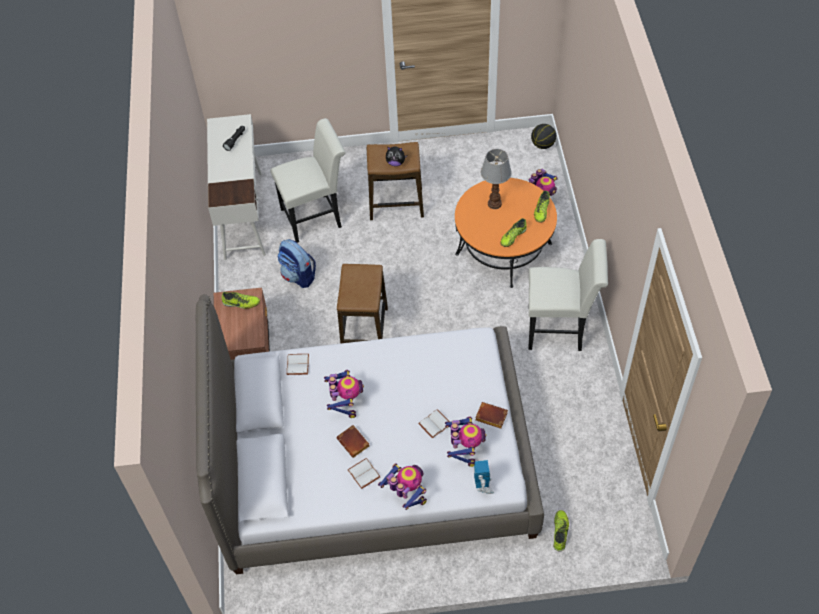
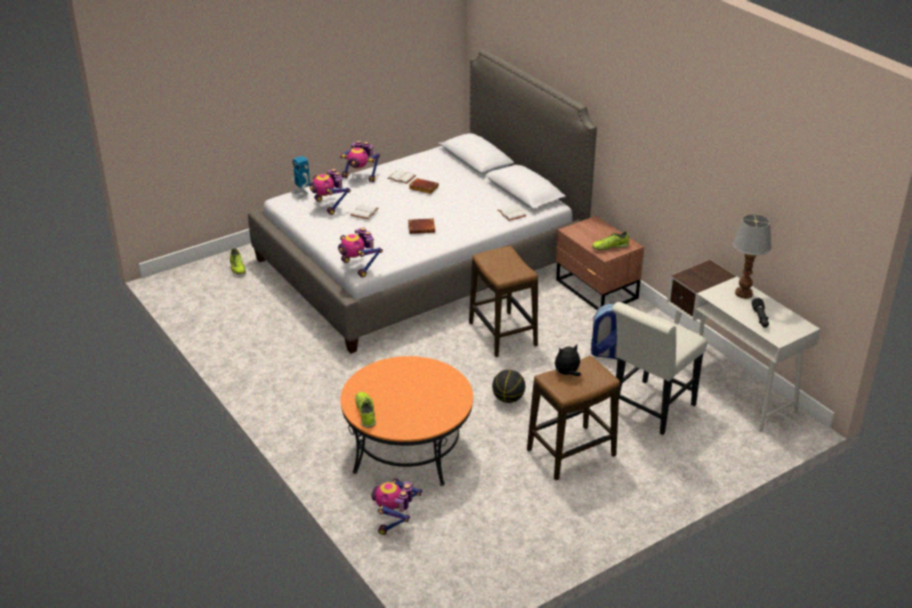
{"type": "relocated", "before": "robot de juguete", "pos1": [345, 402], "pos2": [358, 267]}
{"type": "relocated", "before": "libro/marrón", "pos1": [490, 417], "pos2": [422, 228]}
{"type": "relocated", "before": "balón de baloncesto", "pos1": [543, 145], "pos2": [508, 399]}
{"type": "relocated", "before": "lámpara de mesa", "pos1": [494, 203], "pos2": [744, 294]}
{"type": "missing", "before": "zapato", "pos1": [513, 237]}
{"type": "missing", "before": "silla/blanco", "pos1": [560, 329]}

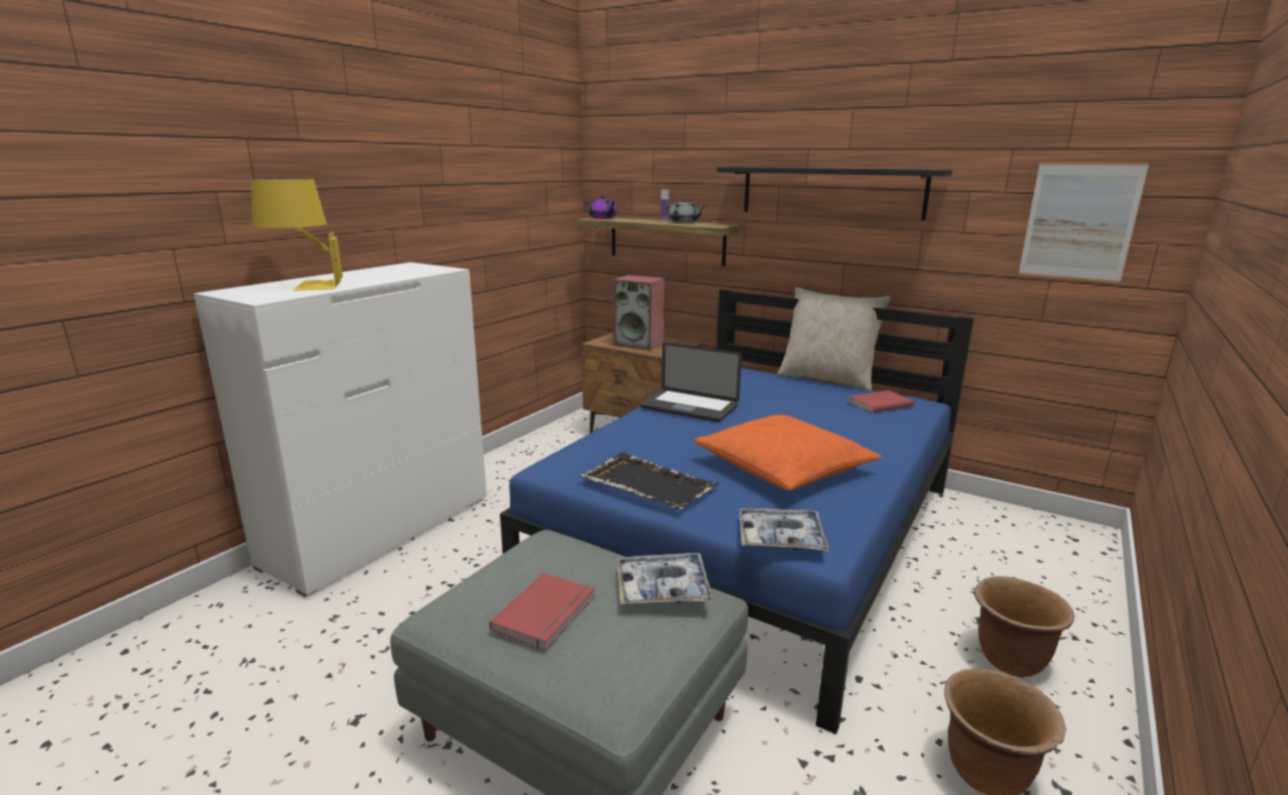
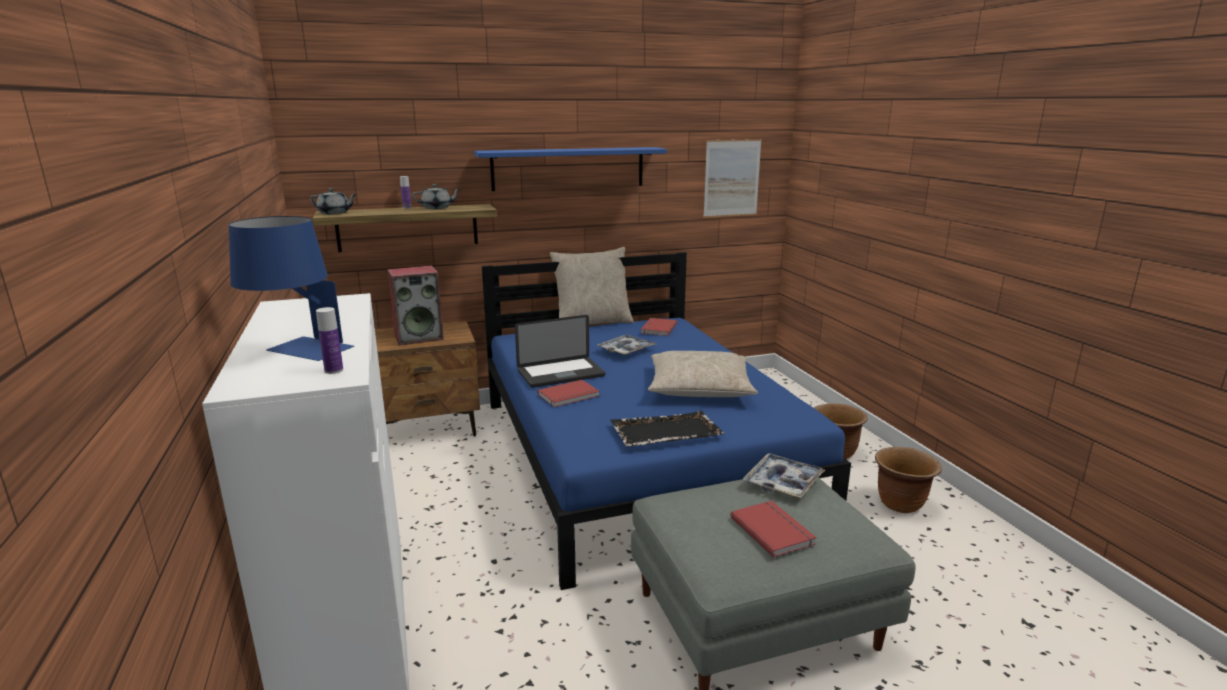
{"type": "colour", "before": "lámpara de mesa/amarillo", "after": "lámpara de mesa/azul", "pos1": [304, 285], "pos2": [297, 353]}
{"type": "colour", "before": "tetera/morado", "after": "tetera/gris", "pos1": [602, 218], "pos2": [334, 213]}
{"type": "appeared", "after": "botella", "pos2": [334, 370]}
{"type": "colour", "before": "estante/negro", "after": "estante/azul", "pos1": [831, 192], "pos2": [568, 168]}
{"type": "appeared", "after": "libro/rojo", "pos2": [569, 396]}
{"type": "relocated", "before": "bandeja", "pos1": [781, 538], "pos2": [626, 350]}
{"type": "colour", "before": "cojín/naranja", "after": "cojín/beis", "pos1": [783, 468], "pos2": [699, 387]}

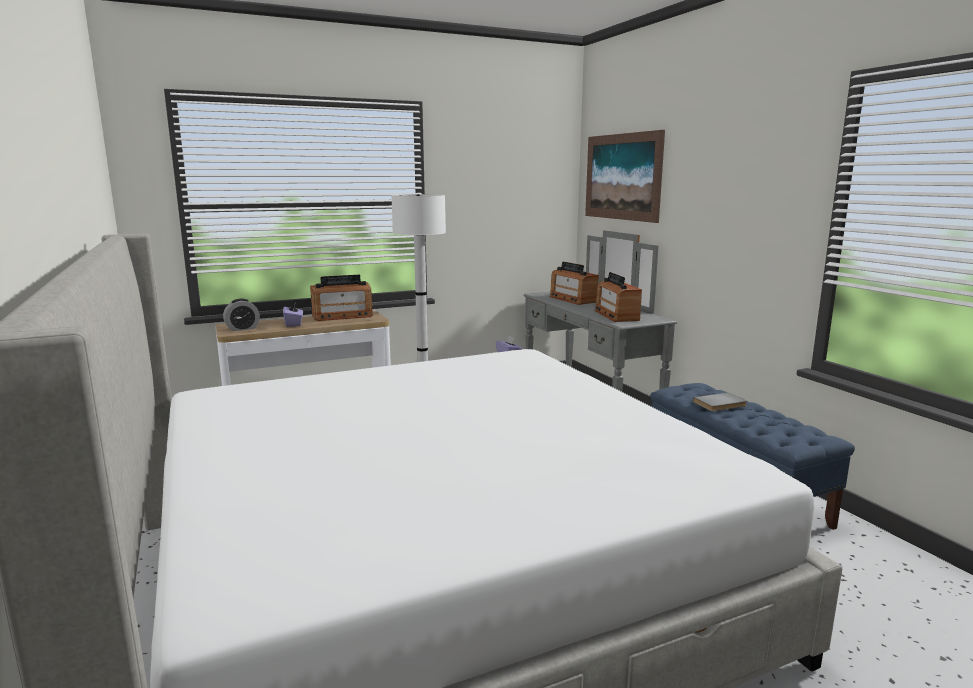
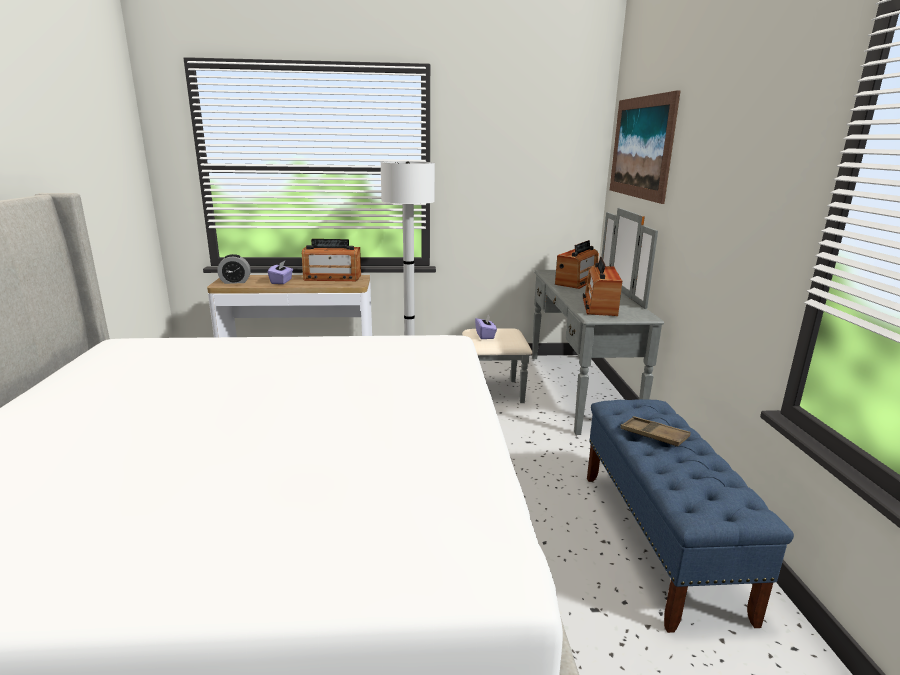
{"type": "spun", "before": "radio", "pos1": [572, 299], "pos2": [576, 281], "turn": -135}
{"type": "exchanged", "before": "libro/gris", "after": "bandeja/marrón", "pos1": [721, 404], "pos2": [653, 435]}

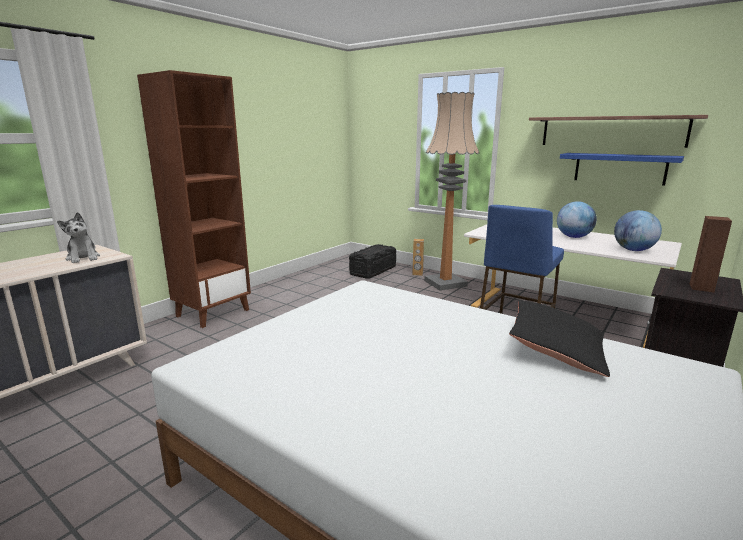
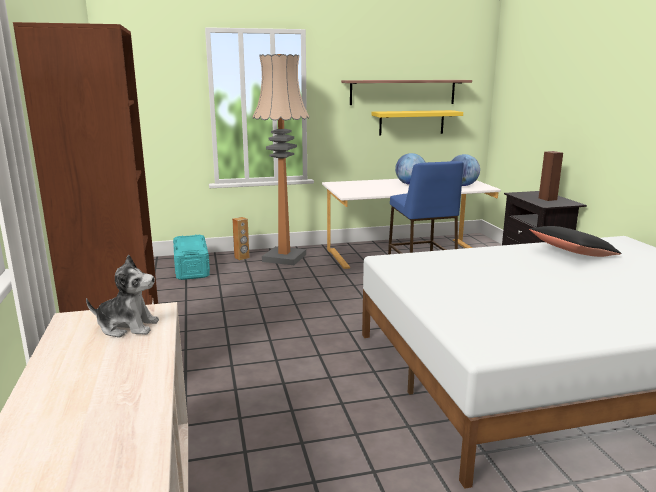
{"type": "colour", "before": "caja de almacenaje/negro", "after": "caja de almacenaje/turquesa", "pos1": [373, 270], "pos2": [192, 268]}
{"type": "colour", "before": "estante/azul", "after": "estante/amarillo", "pos1": [619, 168], "pos2": [411, 122]}

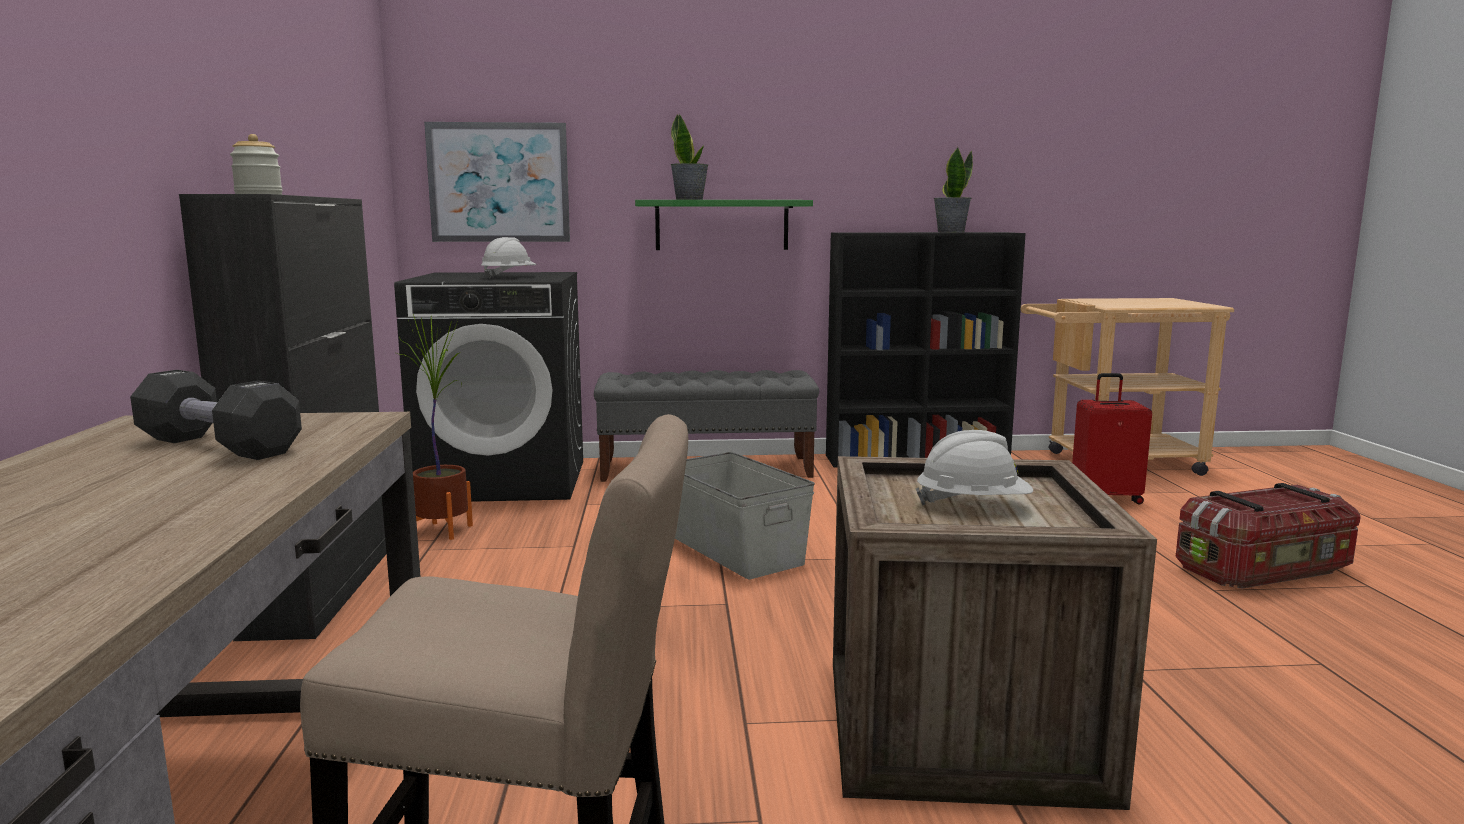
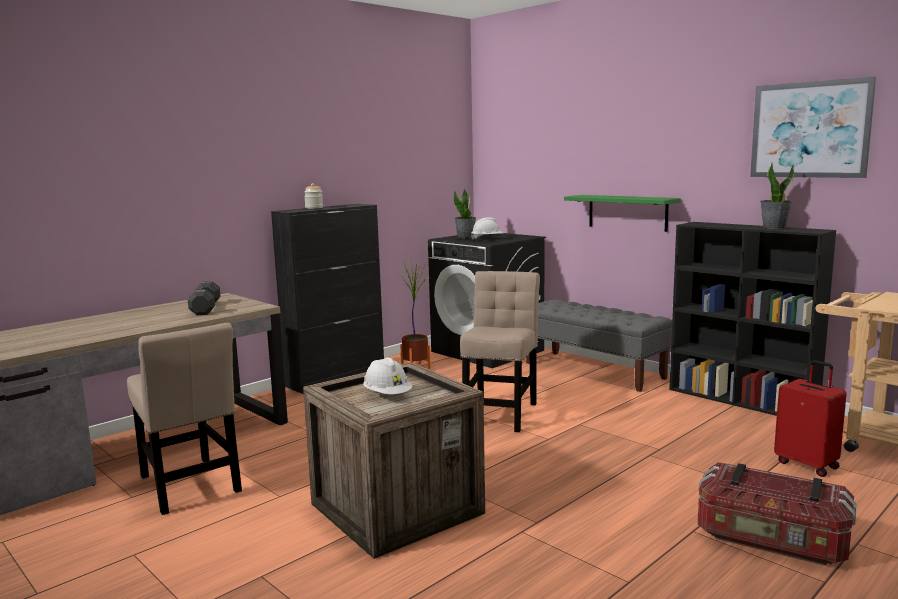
{"type": "relocated", "before": "planta en maceta", "pos1": [690, 199], "pos2": [465, 237]}
{"type": "exchanged", "before": "caja de almacenaje/gris", "after": "silla/beis", "pos1": [735, 549], "pos2": [500, 413]}
{"type": "relocated", "before": "cuadro", "pos1": [499, 182], "pos2": [809, 130]}

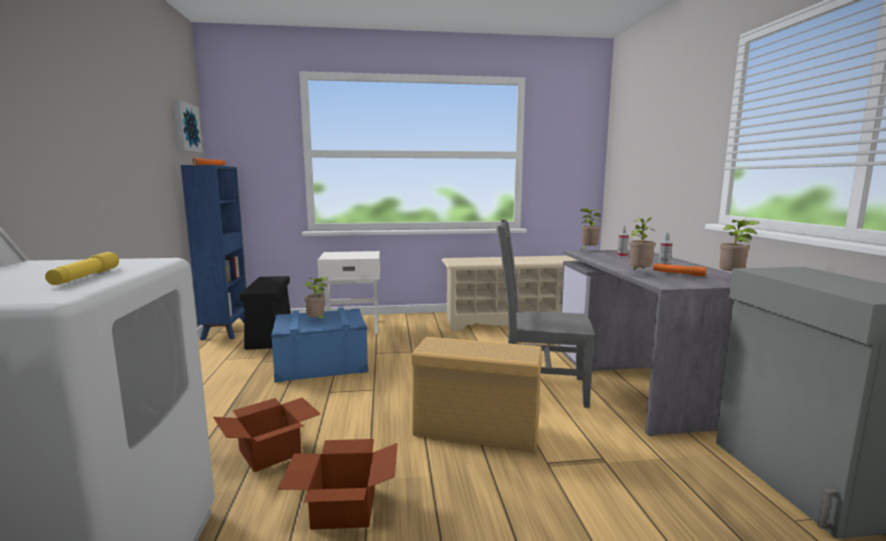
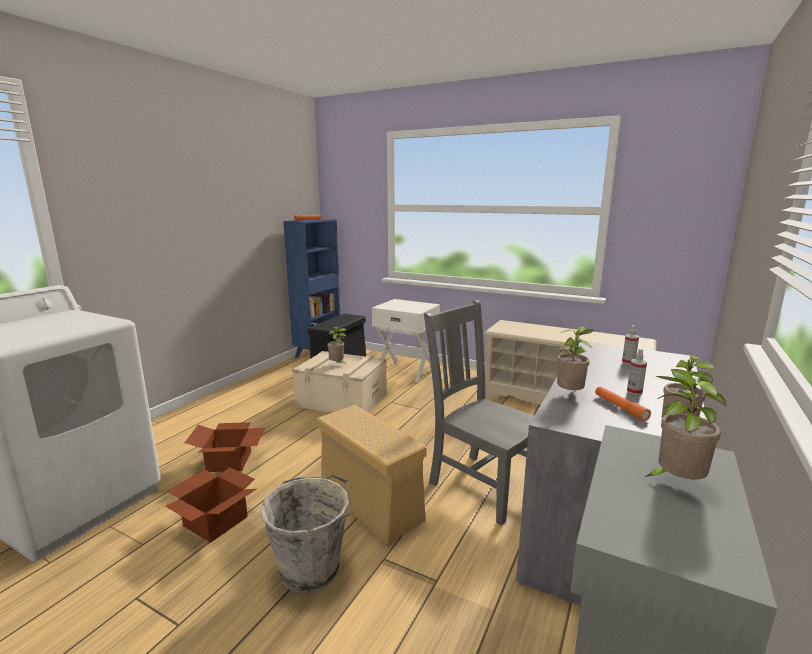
{"type": "appeared", "after": "cubo/gris", "pos2": [312, 568]}
{"type": "colour", "before": "caja de almacenaje/azul", "after": "caja de almacenaje/beis", "pos1": [321, 363], "pos2": [342, 400]}
{"type": "relocated", "before": "planta en maceta", "pos1": [588, 251], "pos2": [675, 482]}
{"type": "missing", "before": "linterna/amarillo", "pos1": [85, 277]}
{"type": "missing", "before": "cuadro", "pos1": [185, 127]}

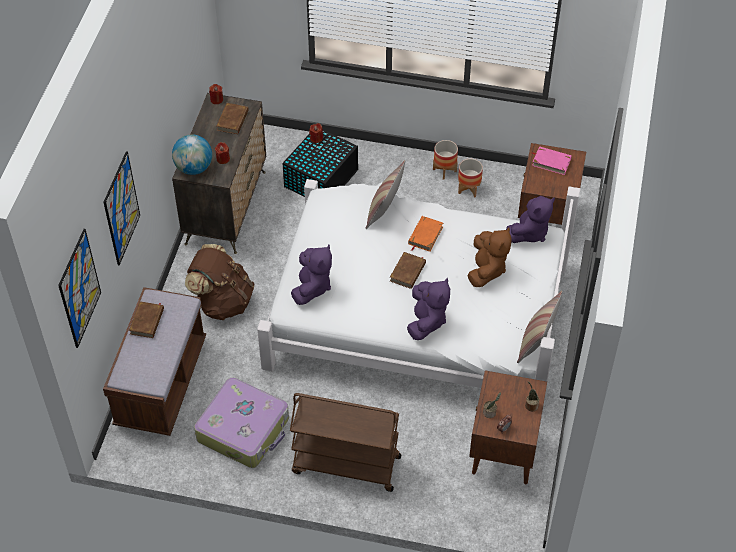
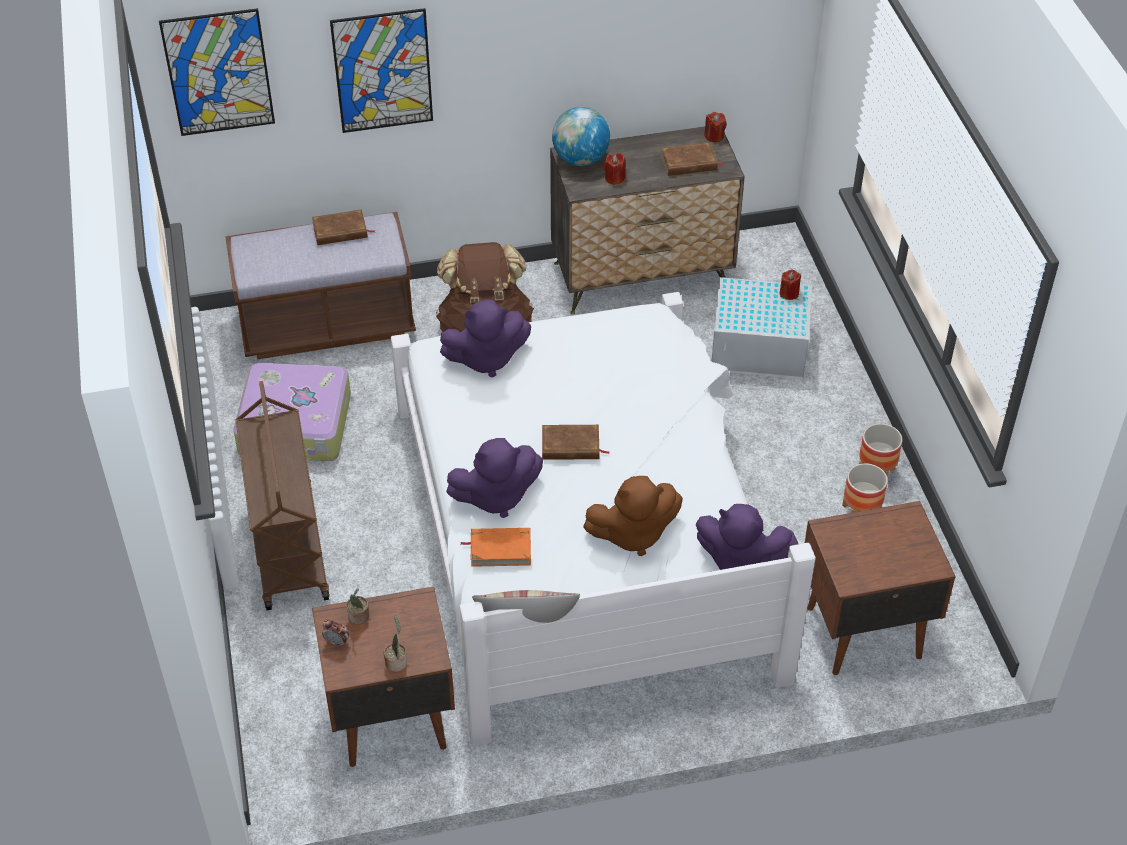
{"type": "relocated", "before": "libro/naranja", "pos1": [425, 235], "pos2": [500, 549]}
{"type": "colour", "before": "caja de almacenaje/negro", "after": "caja de almacenaje/blanco", "pos1": [322, 178], "pos2": [760, 348]}
{"type": "missing", "before": "cojín", "pos1": [384, 211]}
{"type": "missing", "before": "libro/rosa", "pos1": [551, 162]}

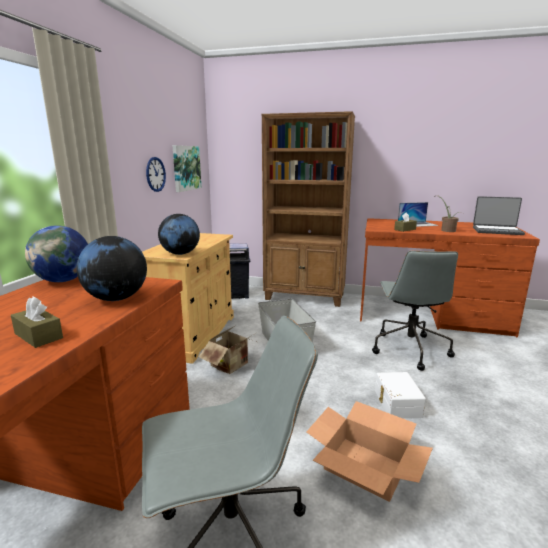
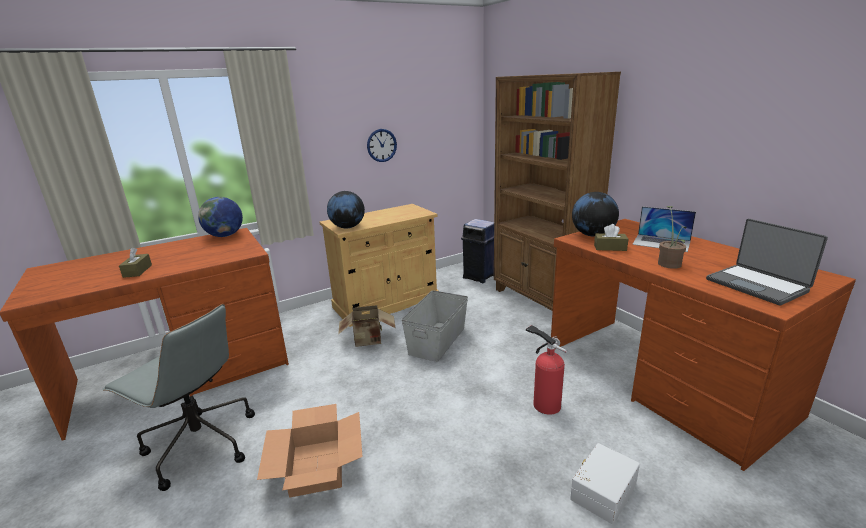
{"type": "exchanged", "before": "silla de oficina/gris", "after": "extintor", "pos1": [409, 349], "pos2": [544, 403]}
{"type": "relocated", "before": "caja de almacenaje/blanco", "pos1": [396, 403], "pos2": [602, 490]}
{"type": "relocated", "before": "globo terráqueo", "pos1": [116, 298], "pos2": [593, 235]}
{"type": "missing", "before": "cuadro", "pos1": [186, 168]}

